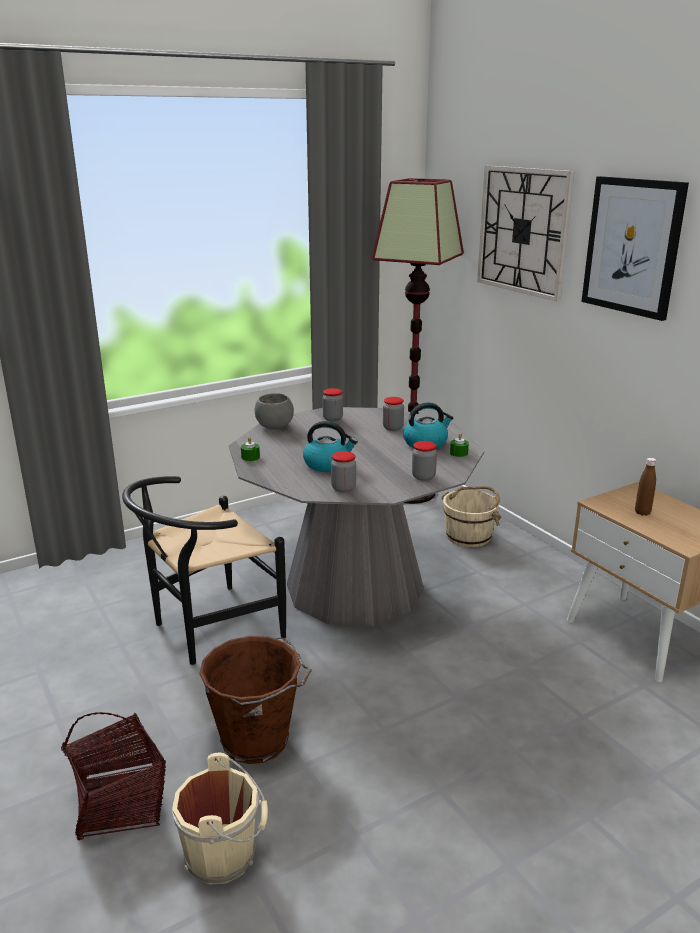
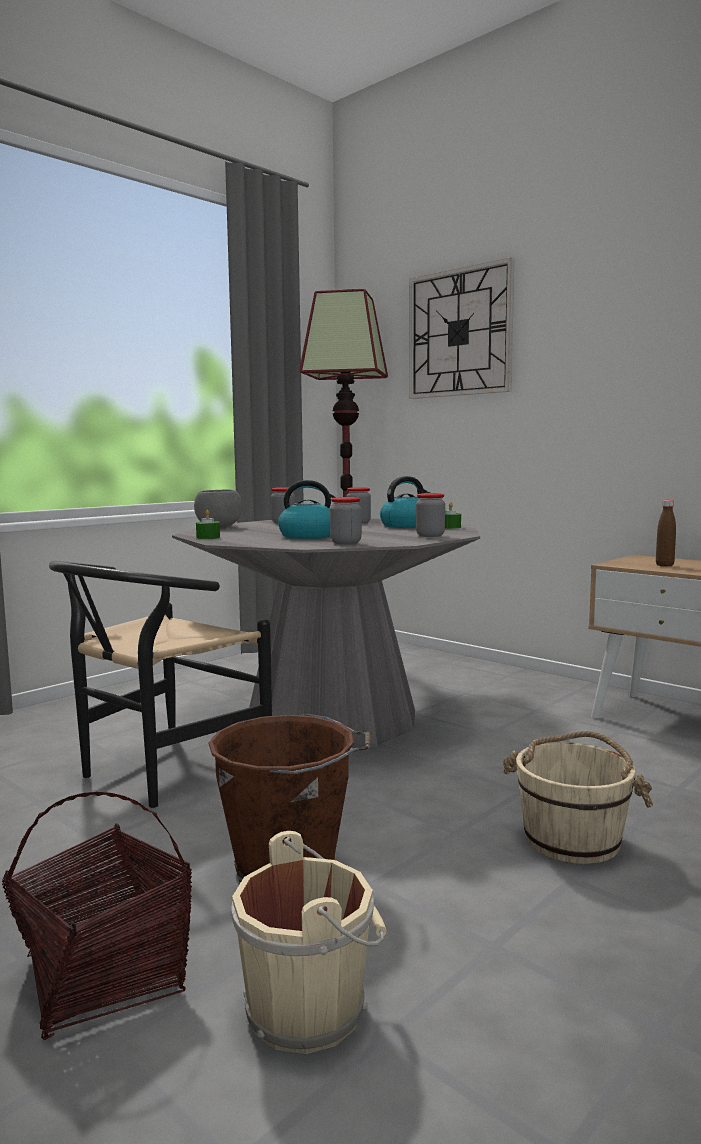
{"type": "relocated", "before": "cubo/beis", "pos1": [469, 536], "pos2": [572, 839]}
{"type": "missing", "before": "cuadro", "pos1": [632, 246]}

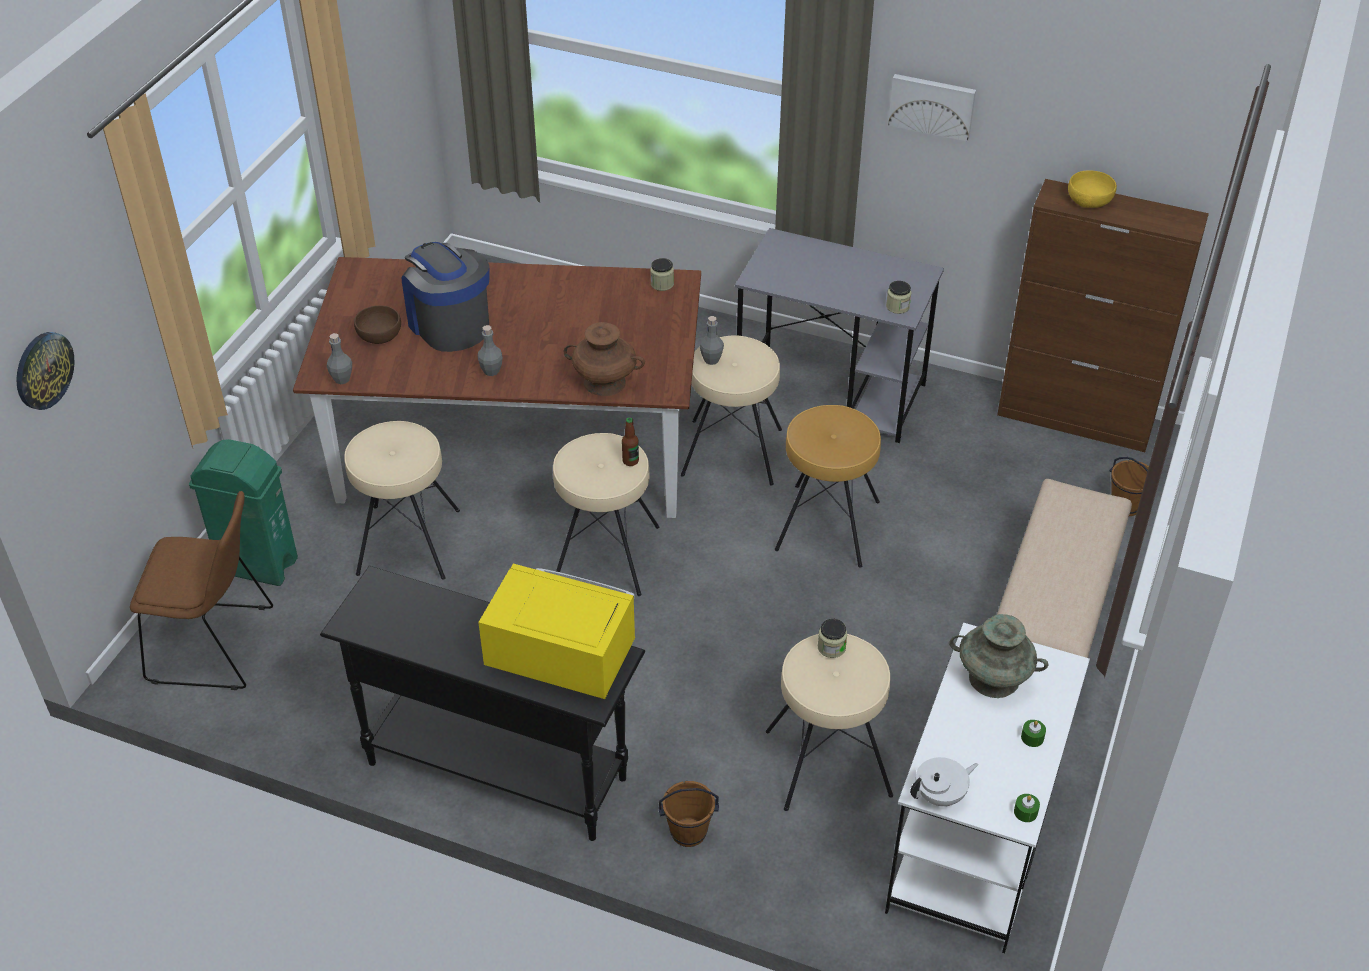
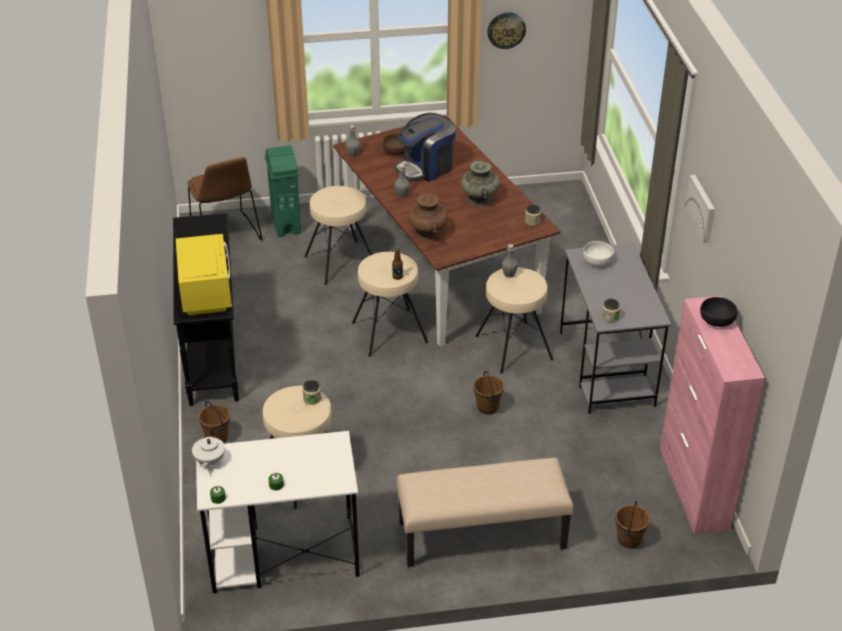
{"type": "spun", "before": "tetera/blanco", "pos1": [940, 795], "pos2": [209, 461], "turn": 60}
{"type": "spun", "before": "cafetera", "pos1": [449, 324], "pos2": [426, 167], "turn": -150}
{"type": "relocated", "before": "florero/turquesa", "pos1": [993, 679], "pos2": [479, 199]}
{"type": "exchanged", "before": "taburete/marrón", "after": "cubo/marrón", "pos1": [826, 525], "pos2": [487, 407]}
{"type": "relocated", "before": "reloj de pared", "pos1": [43, 370], "pos2": [506, 30]}
{"type": "appeared", "after": "cuenco/blanco", "pos2": [597, 261]}
{"type": "colour", "before": "armario/marrón", "after": "armario/rosa", "pos1": [1076, 419], "pos2": [694, 489]}
{"type": "colour", "before": "cuenco/amarillo", "after": "cuenco/negro", "pos1": [1090, 201], "pos2": [717, 320]}

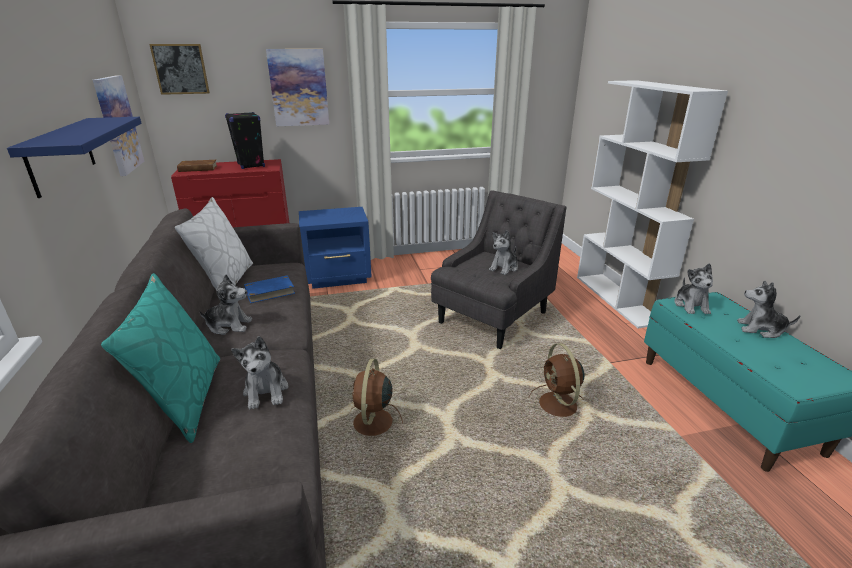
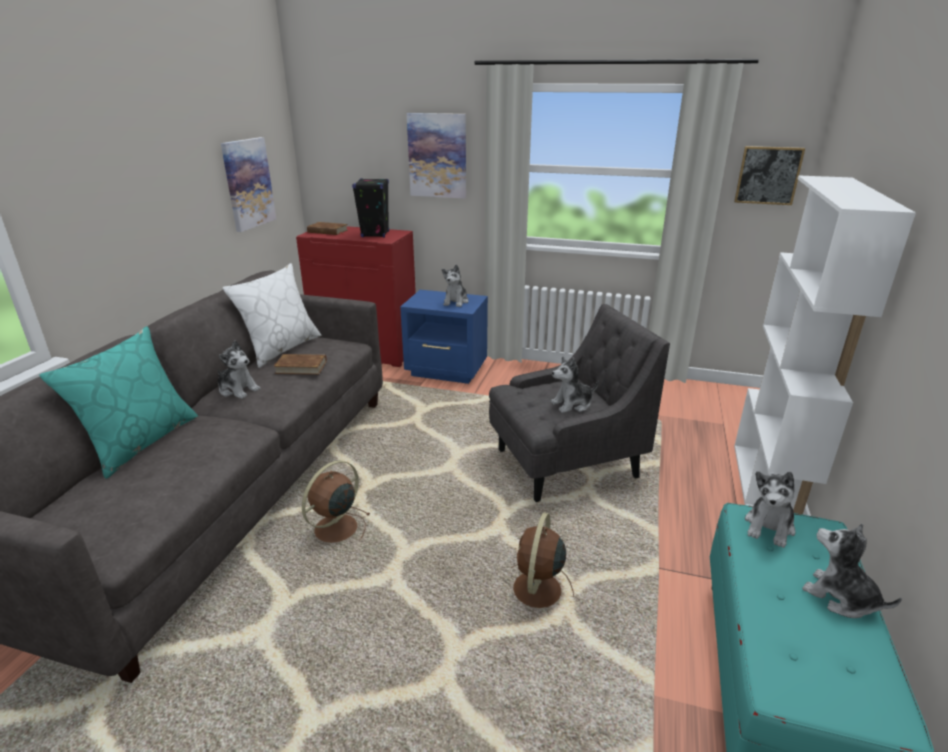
{"type": "colour", "before": "libro/azul", "after": "libro/marrón", "pos1": [269, 292], "pos2": [301, 367]}
{"type": "relocated", "before": "peluche", "pos1": [266, 391], "pos2": [456, 302]}
{"type": "relocated", "before": "cuadro", "pos1": [180, 69], "pos2": [768, 175]}
{"type": "missing", "before": "estante/azul", "pos1": [61, 155]}

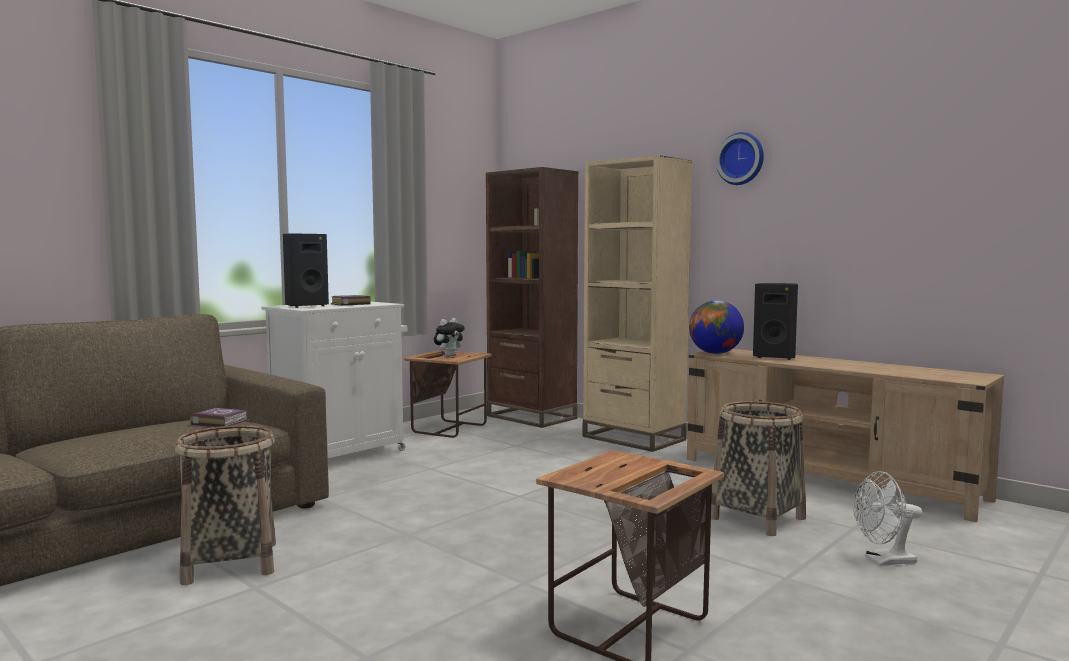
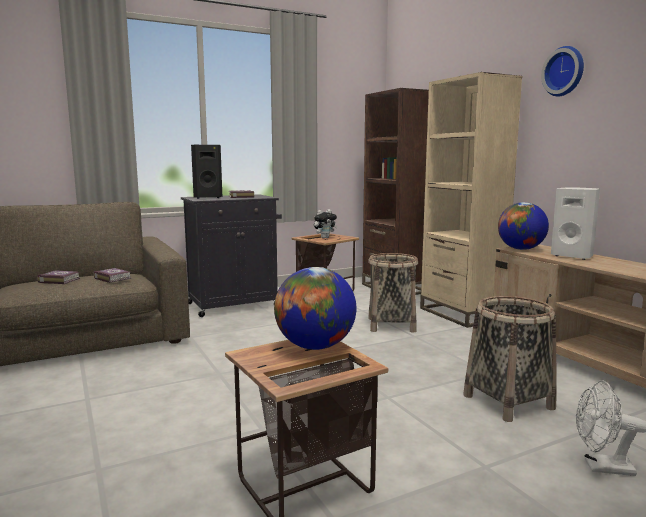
{"type": "appeared", "after": "libro", "pos2": [59, 280]}
{"type": "colour", "before": "armario/blanco", "after": "armario/negro", "pos1": [341, 454], "pos2": [234, 305]}
{"type": "appeared", "after": "globo terráqueo", "pos2": [315, 347]}
{"type": "relocated", "before": "cesta", "pos1": [231, 563], "pos2": [391, 325]}
{"type": "colour", "before": "altavoz/negro", "after": "altavoz/blanco", "pos1": [775, 357], "pos2": [573, 256]}

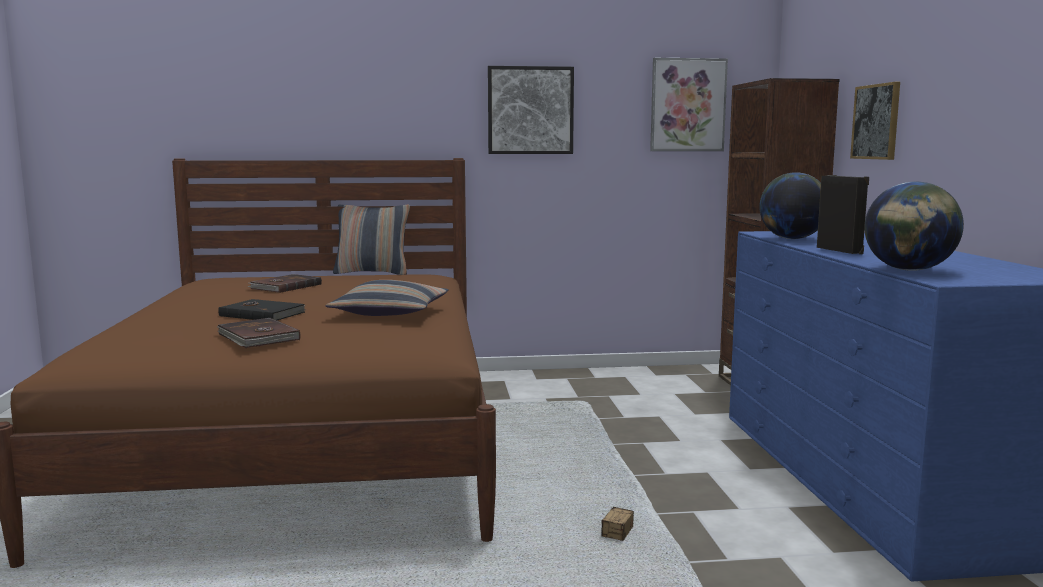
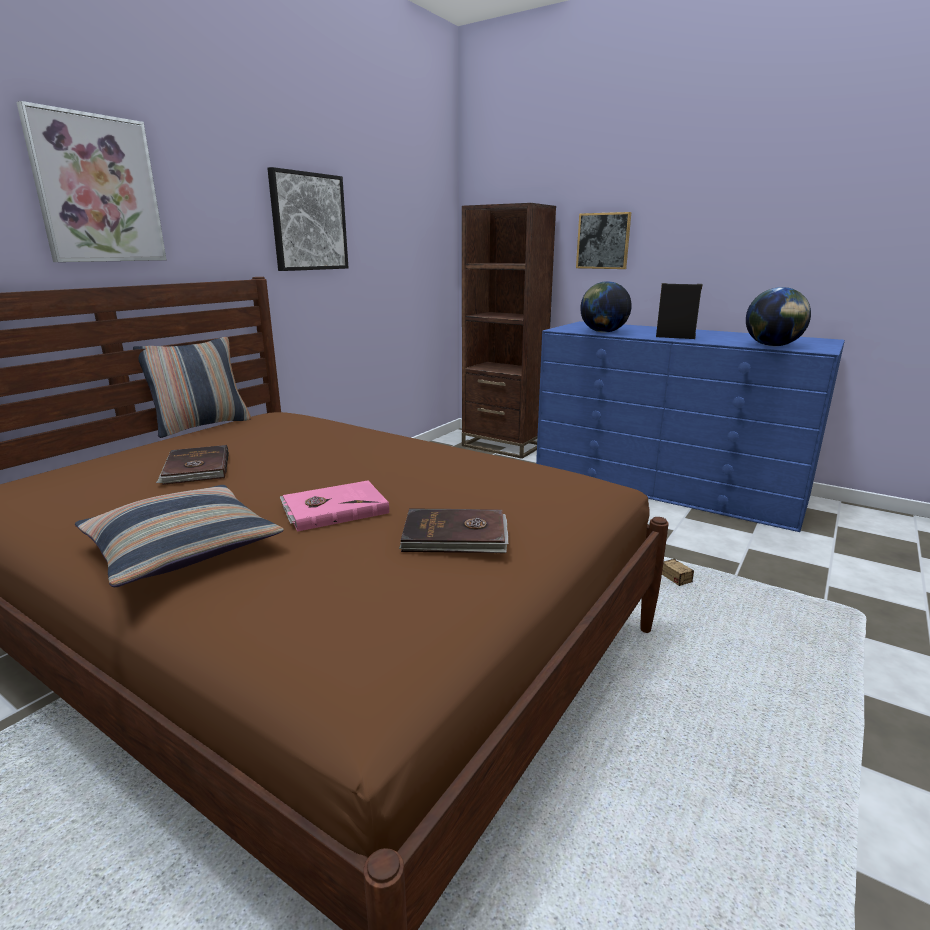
{"type": "relocated", "before": "cuadro", "pos1": [687, 105], "pos2": [97, 190]}
{"type": "relocated", "before": "cojín", "pos1": [390, 312], "pos2": [182, 549]}
{"type": "colour", "before": "libro/negro", "after": "libro/rosa", "pos1": [262, 314], "pos2": [334, 509]}

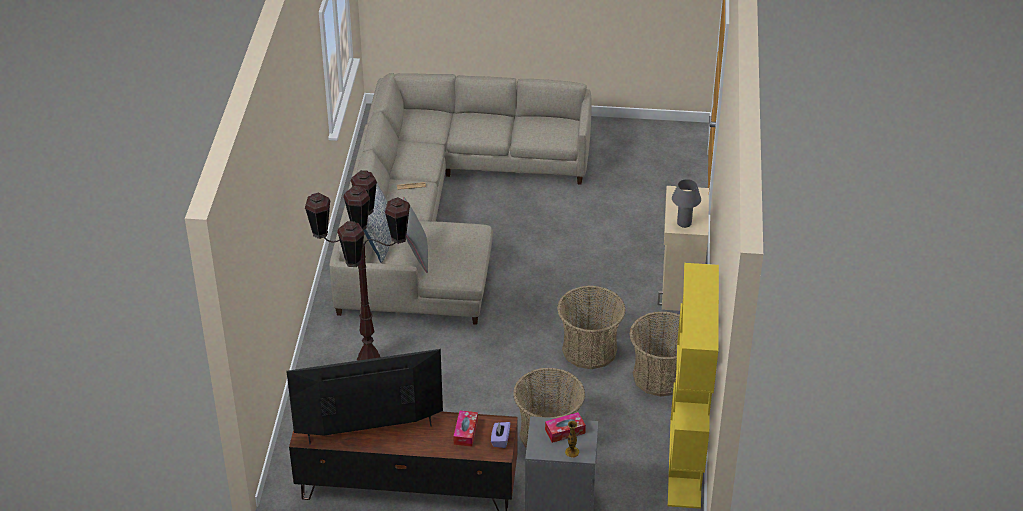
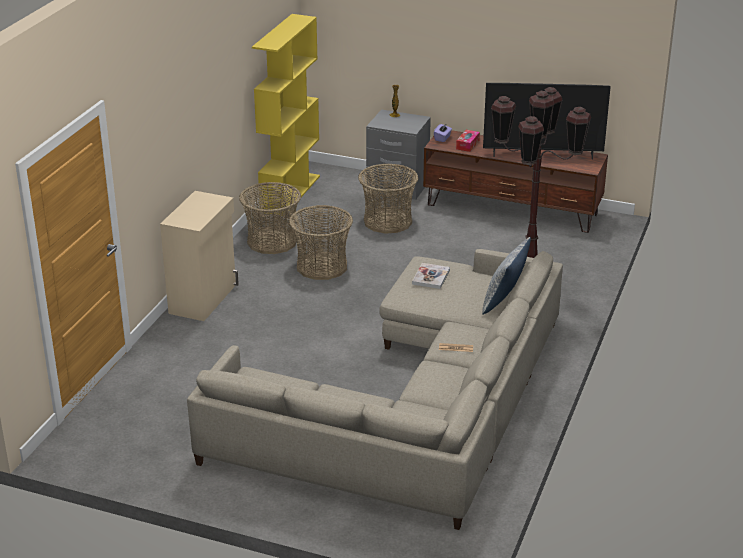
{"type": "appeared", "after": "libro", "pos2": [431, 277]}
{"type": "missing", "before": "cojín/gris", "pos1": [416, 256]}
{"type": "missing", "before": "caja de pañuelos", "pos1": [565, 431]}
{"type": "missing", "before": "lámpara de mesa/gris", "pos1": [684, 223]}

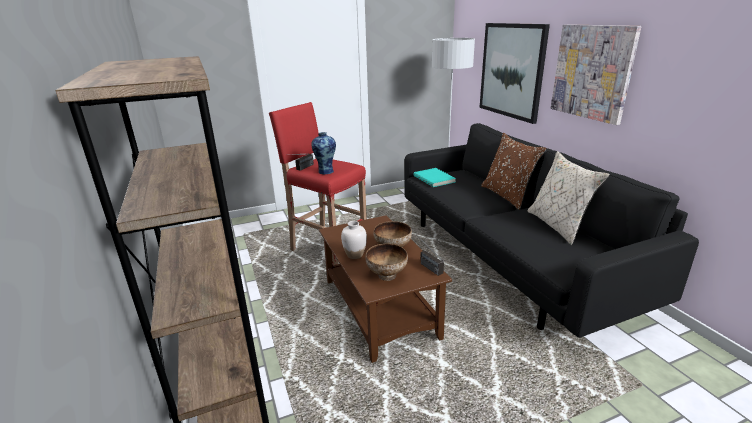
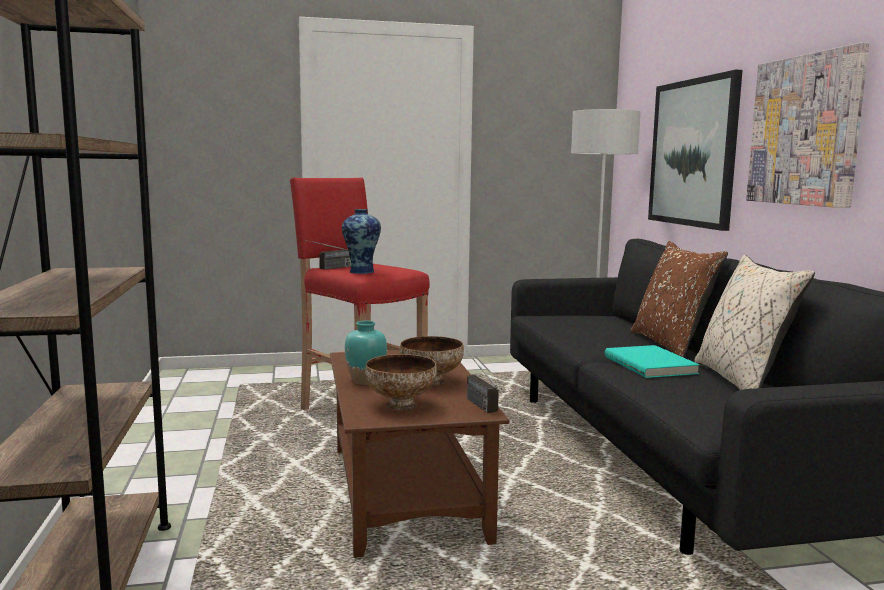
{"type": "colour", "before": "florero/blanco", "after": "florero/turquesa", "pos1": [354, 255], "pos2": [365, 381]}
{"type": "relocated", "before": "libro/turquesa", "pos1": [435, 179], "pos2": [651, 365]}

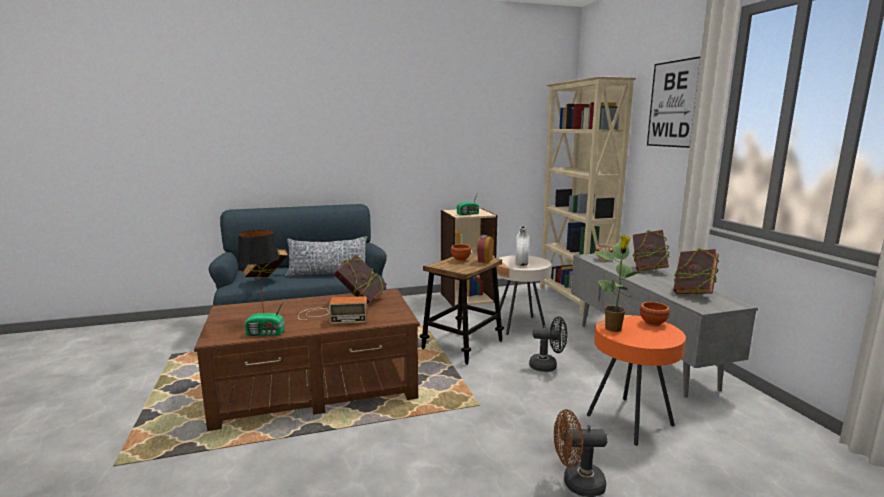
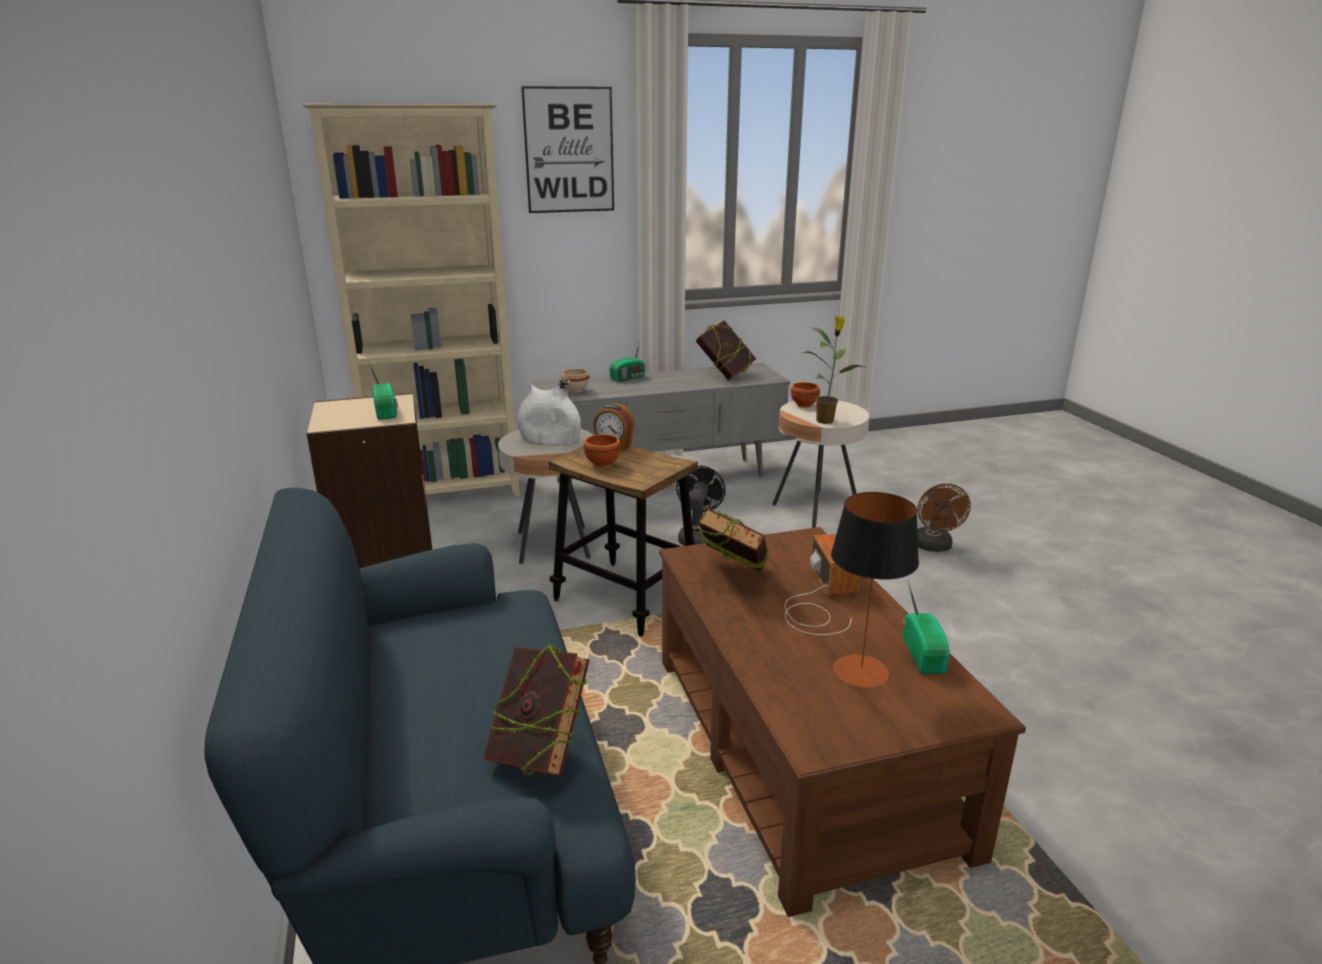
{"type": "exchanged", "before": "libro", "after": "radio", "pos1": [648, 269], "pos2": [629, 378]}
{"type": "colour", "before": "mesa auxiliar/naranja", "after": "mesa auxiliar/beis", "pos1": [629, 420], "pos2": [816, 509]}
{"type": "missing", "before": "cojín", "pos1": [328, 273]}

